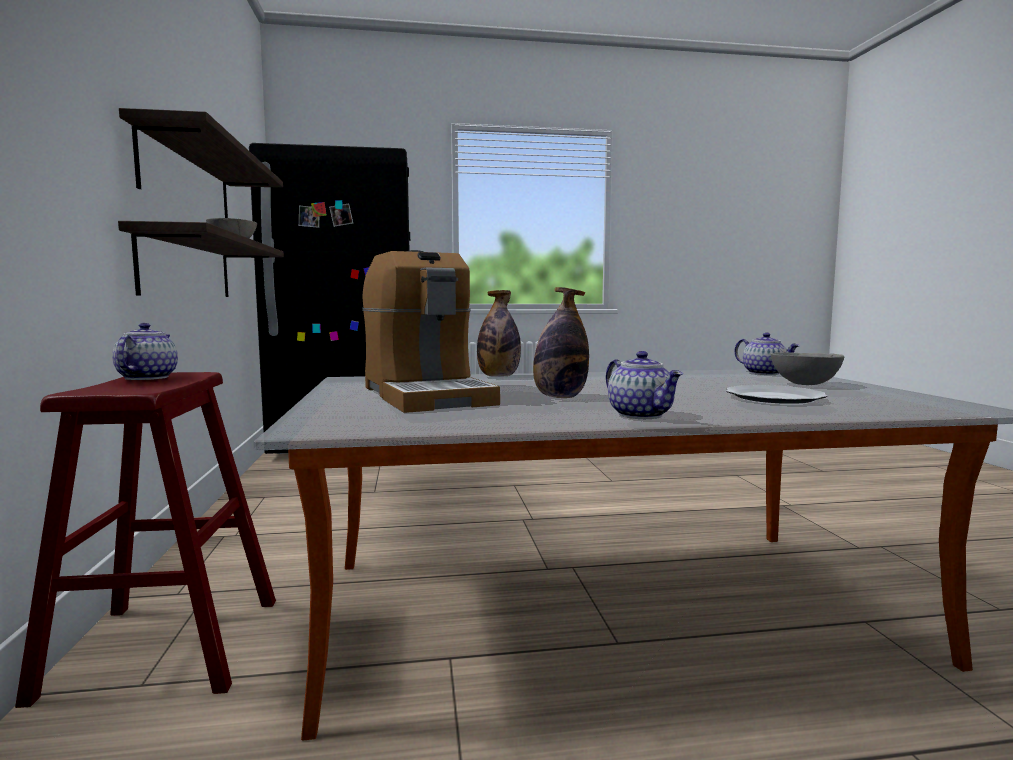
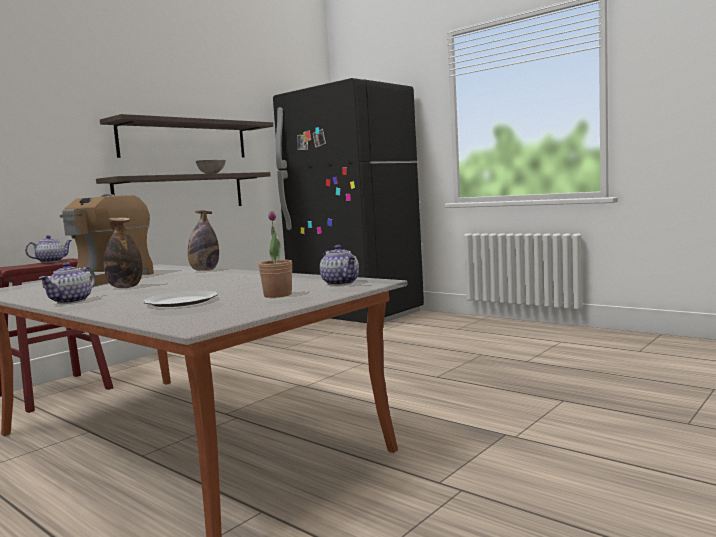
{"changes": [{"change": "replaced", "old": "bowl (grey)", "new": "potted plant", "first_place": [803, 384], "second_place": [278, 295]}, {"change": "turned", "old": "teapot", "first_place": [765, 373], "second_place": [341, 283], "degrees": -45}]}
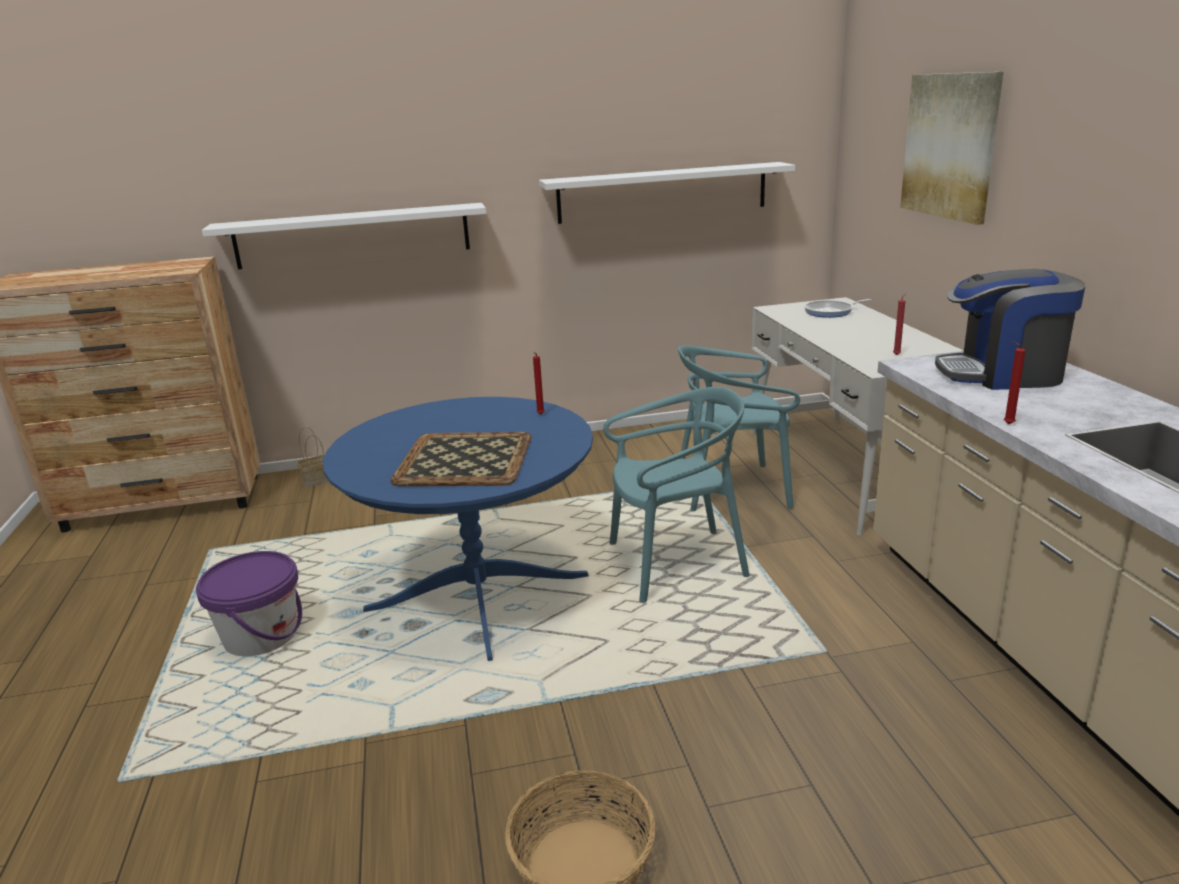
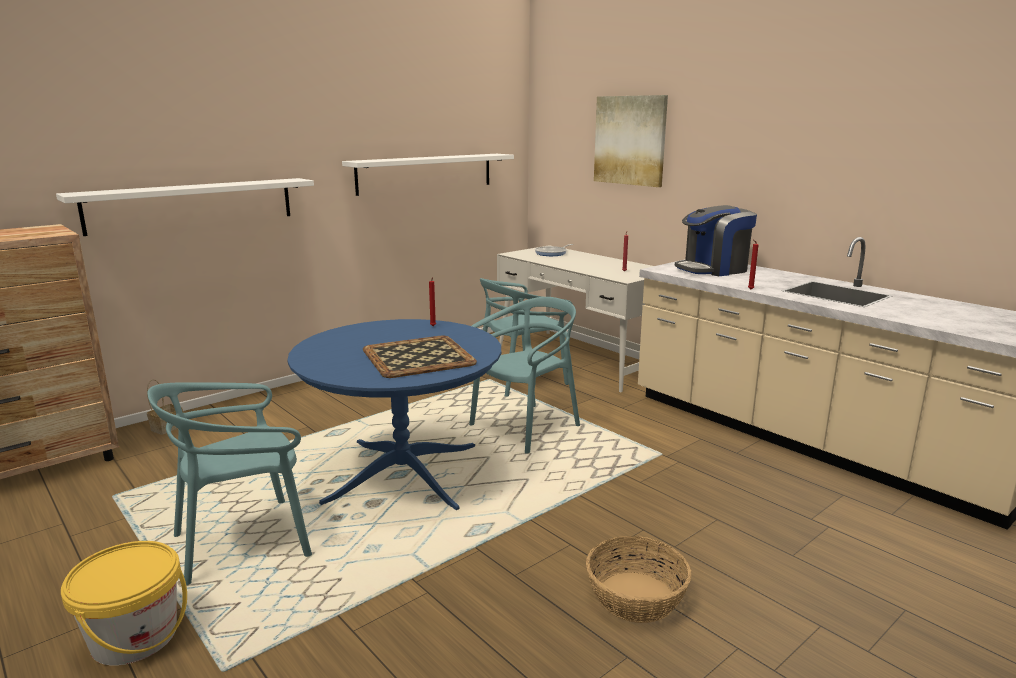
{"changes": [{"change": "added", "new": "bucket (yellow)", "second_place": [135, 637]}, {"change": "replaced", "old": "bucket (purple)", "new": "chair (turquoise)", "first_place": [261, 636], "second_place": [243, 542]}]}
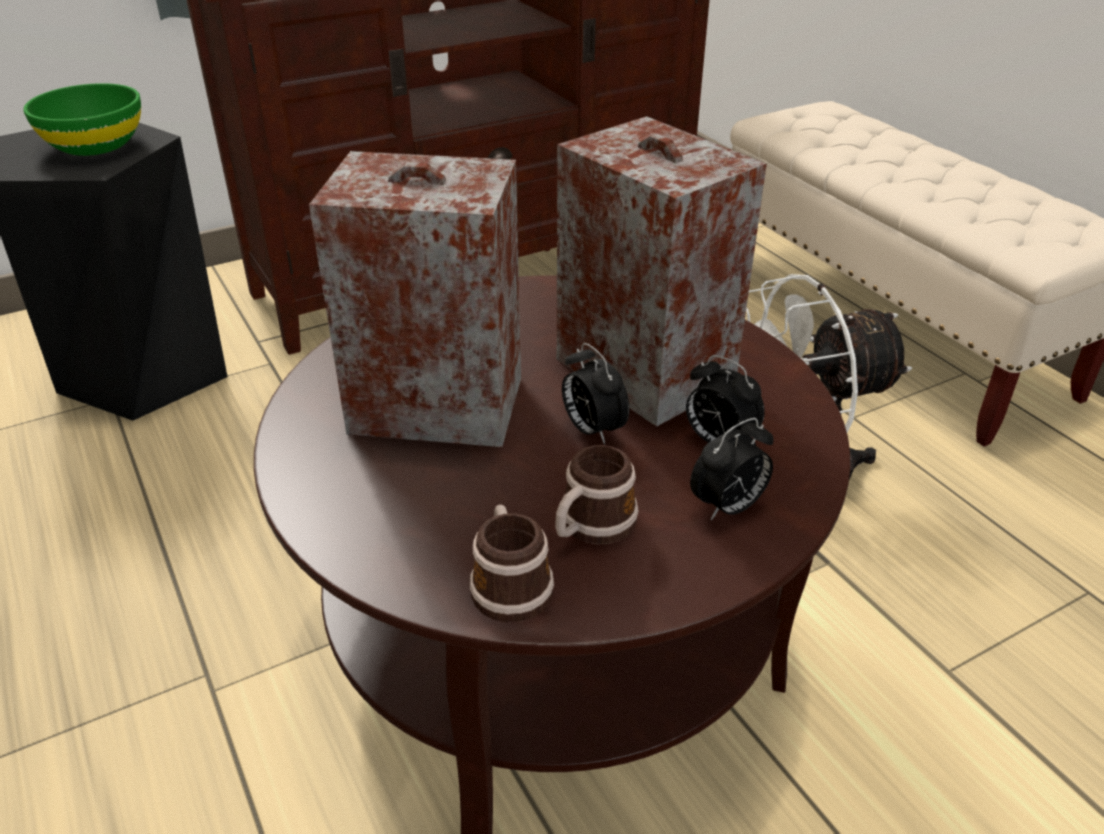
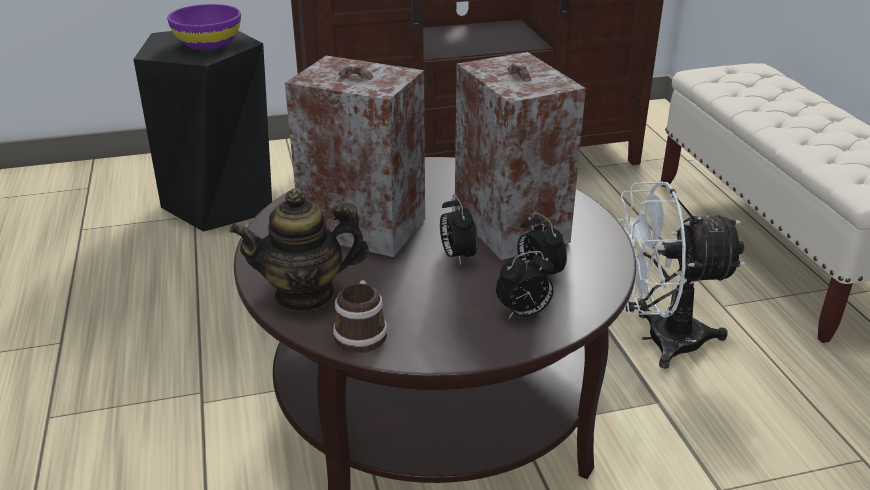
{"changes": [{"change": "recoloured", "old": "bowl (green)", "new": "bowl (purple)", "first_place": [95, 145], "second_place": [208, 44]}, {"change": "added", "new": "teapot", "second_place": [305, 294]}, {"change": "removed", "old": "mug", "first_place": [590, 527]}]}
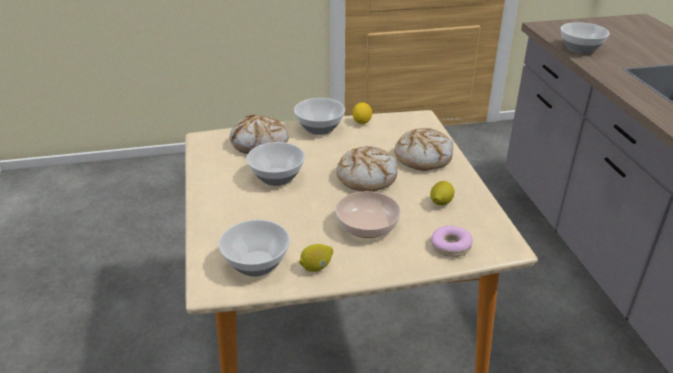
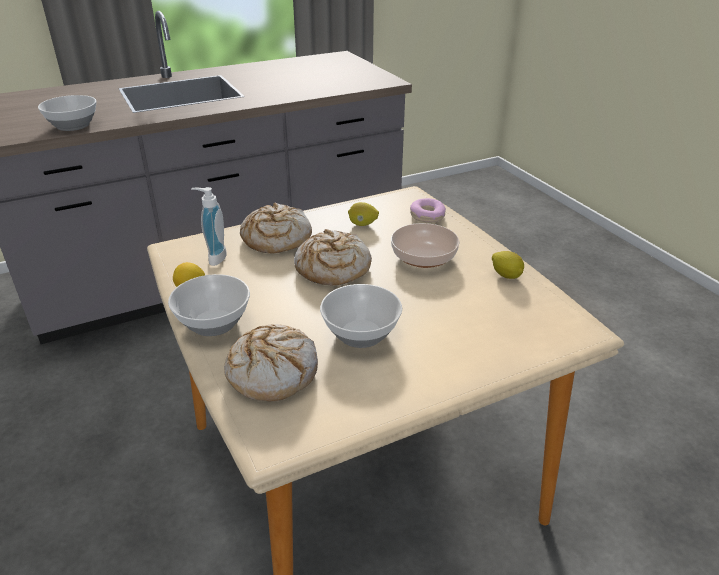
{"changes": [{"change": "added", "new": "soap dispenser", "second_place": [214, 257]}, {"change": "removed", "old": "bowl", "first_place": [256, 264]}]}
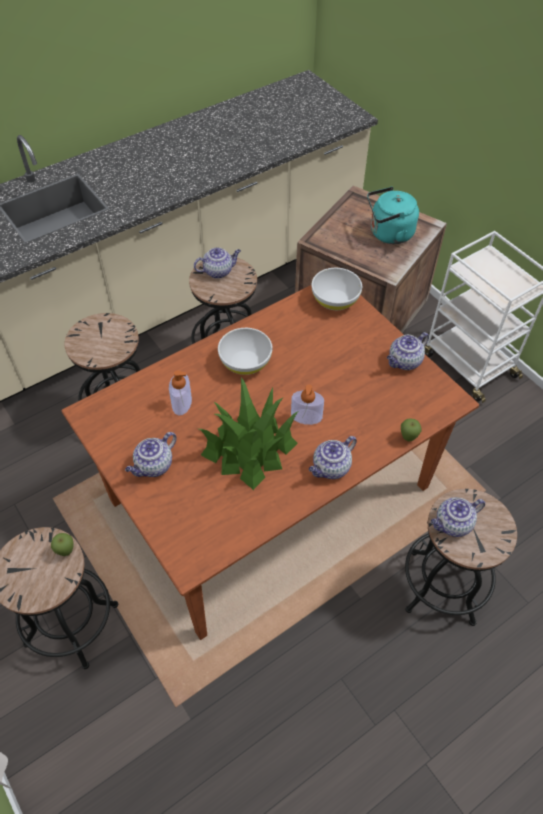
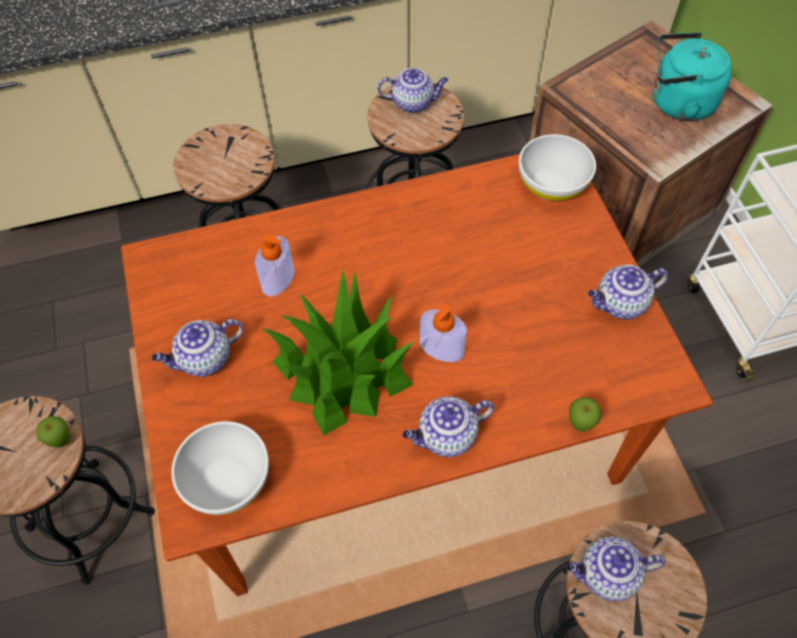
{"changes": [{"change": "moved", "old": "bowl (white)", "first_place": [245, 362], "second_place": [227, 479]}]}
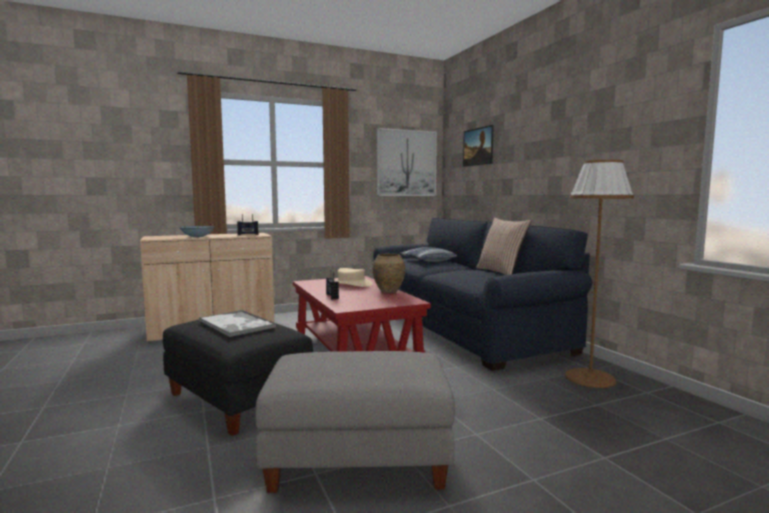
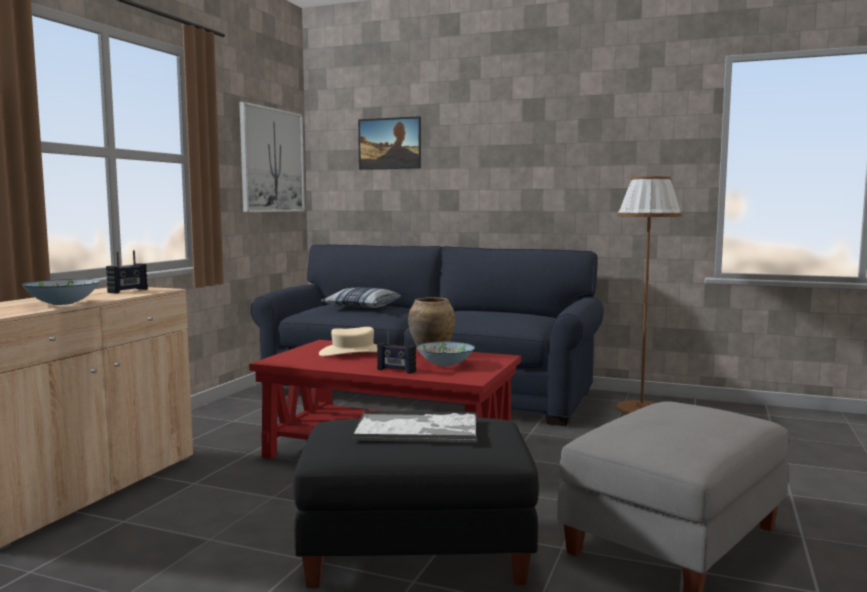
{"changes": [{"change": "added", "new": "bowl", "second_place": [445, 364]}, {"change": "removed", "old": "pillow", "first_place": [501, 272]}]}
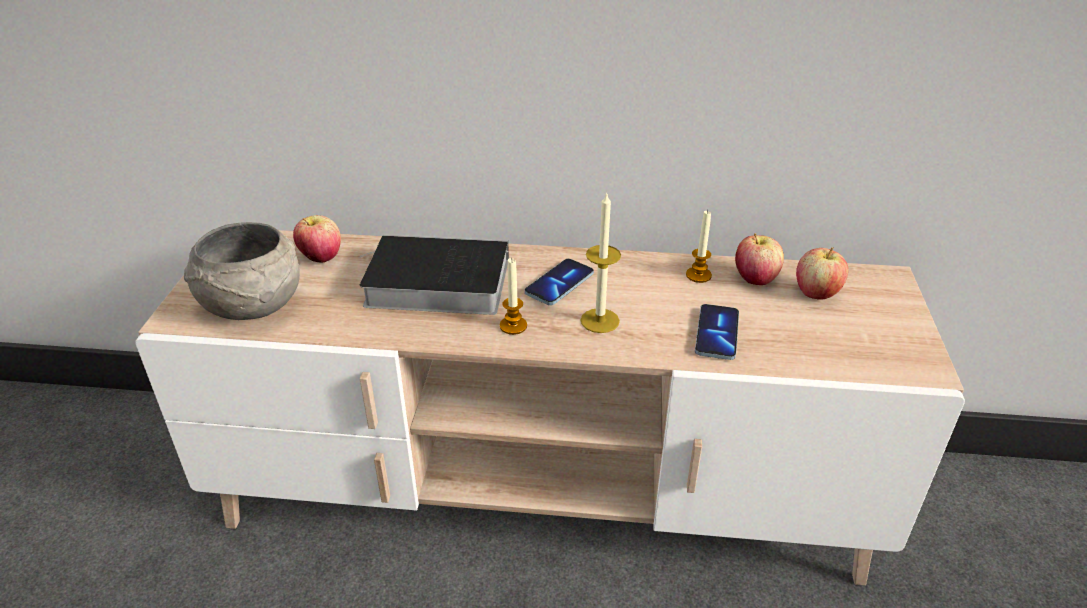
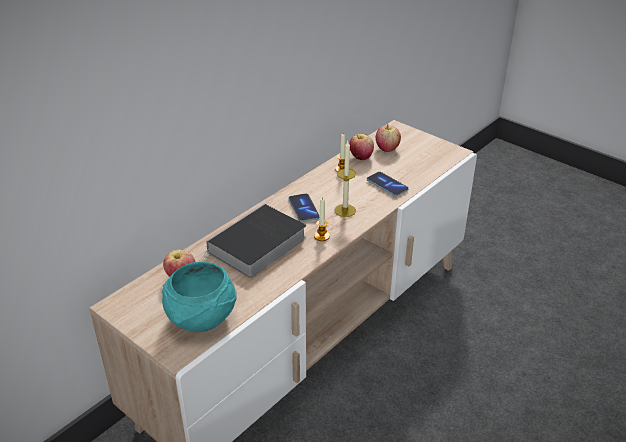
{"changes": [{"change": "recoloured", "old": "bowl (grey)", "new": "bowl (turquoise)", "first_place": [251, 305], "second_place": [201, 318]}]}
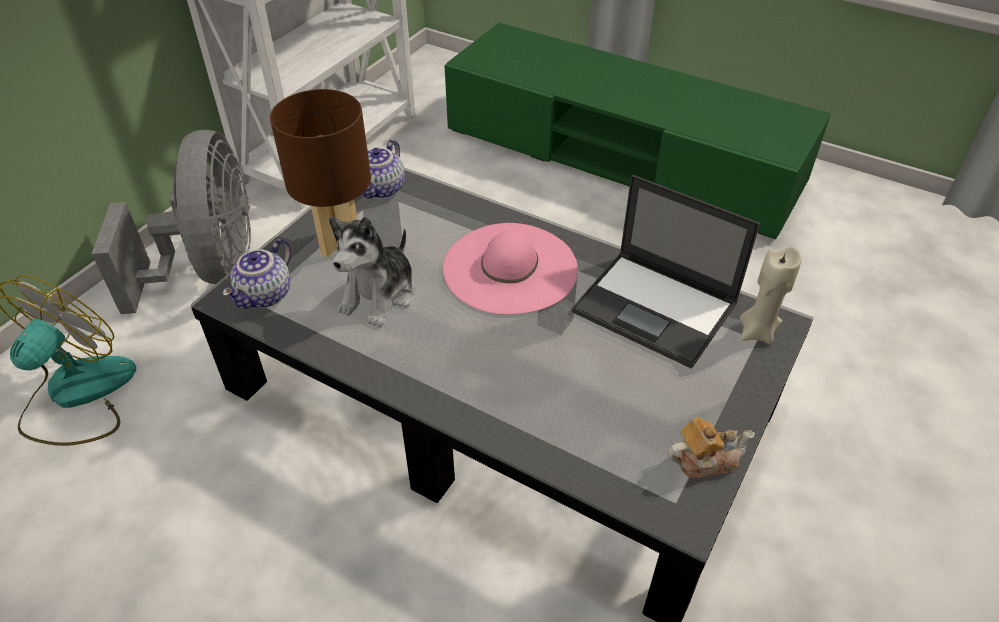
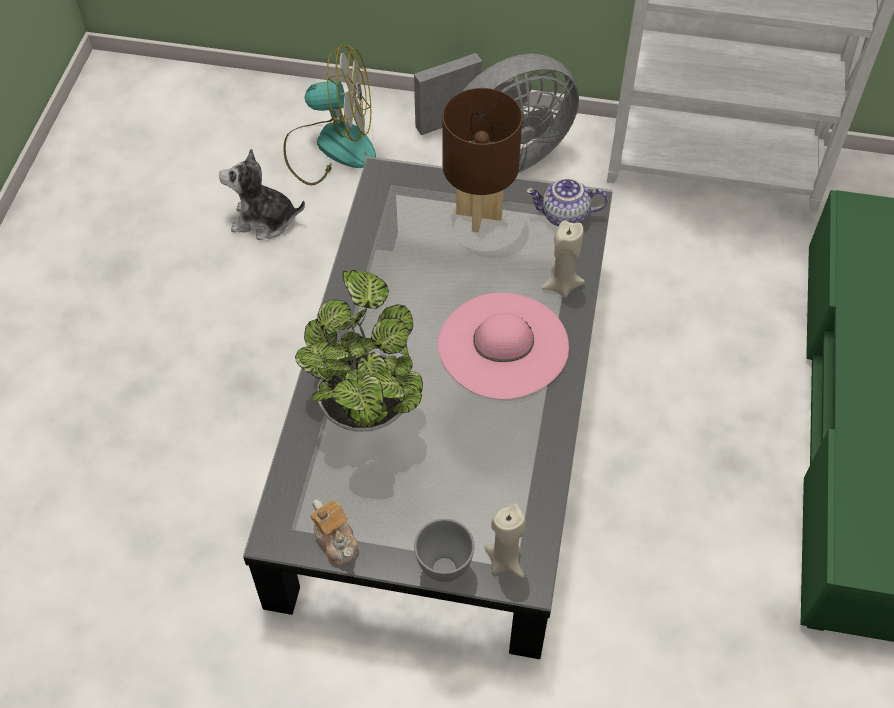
{"changes": [{"change": "moved", "old": "plush toy", "first_place": [380, 295], "second_place": [264, 220]}, {"change": "added", "new": "potted plant", "second_place": [365, 403]}, {"change": "added", "new": "bowl (grey)", "second_place": [444, 568]}, {"change": "added", "new": "candle (beige)", "second_place": [561, 285]}, {"change": "removed", "old": "teapot", "first_place": [266, 296]}, {"change": "removed", "old": "laptop", "first_place": [656, 308]}]}
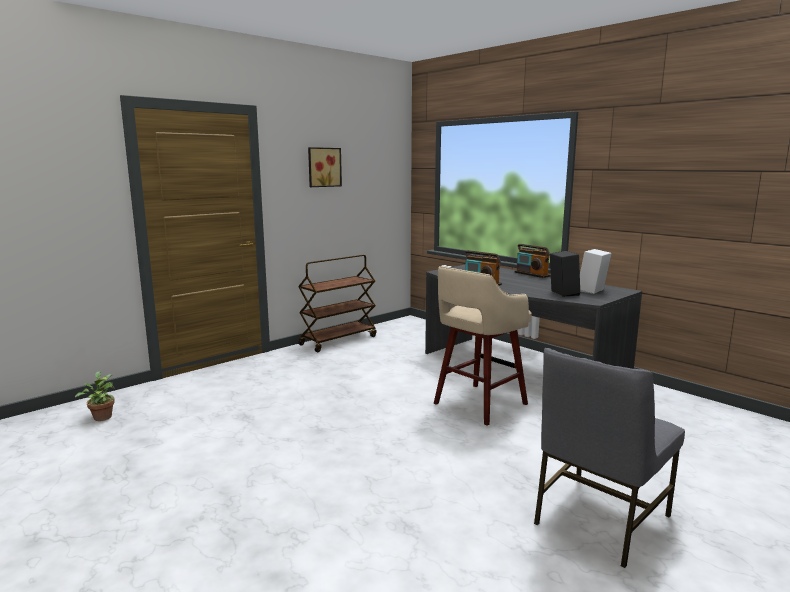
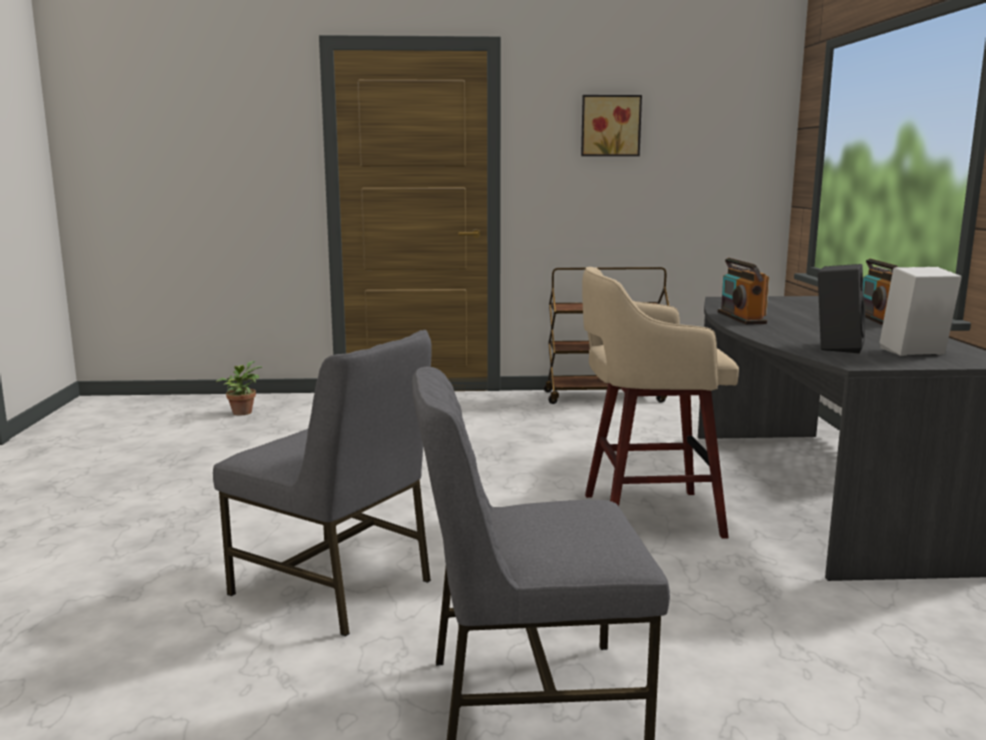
{"changes": [{"change": "added", "new": "chair (grey)", "second_place": [335, 587]}]}
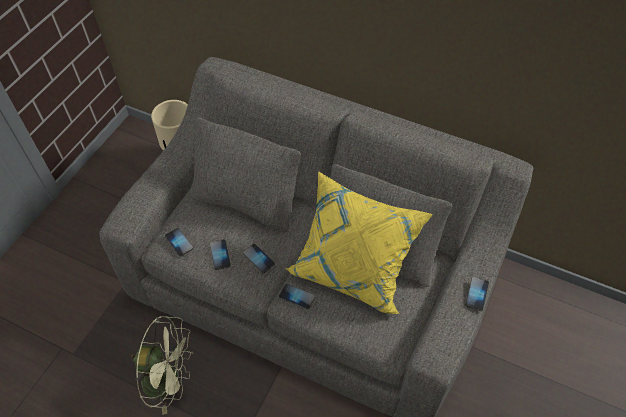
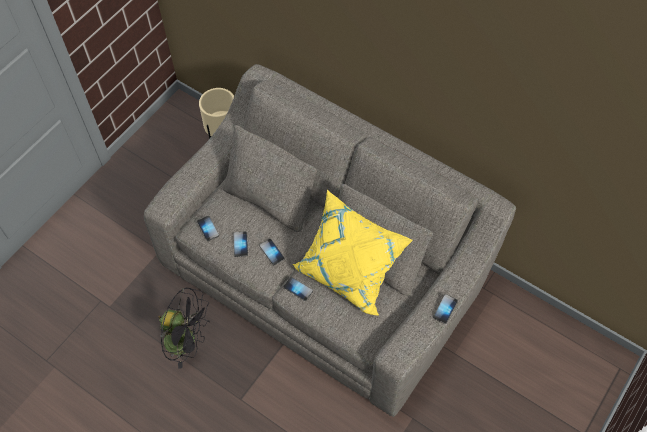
{"changes": [{"change": "recoloured", "old": "fan (green)", "new": "fan (black)", "first_place": [169, 380], "second_place": [187, 341]}]}
